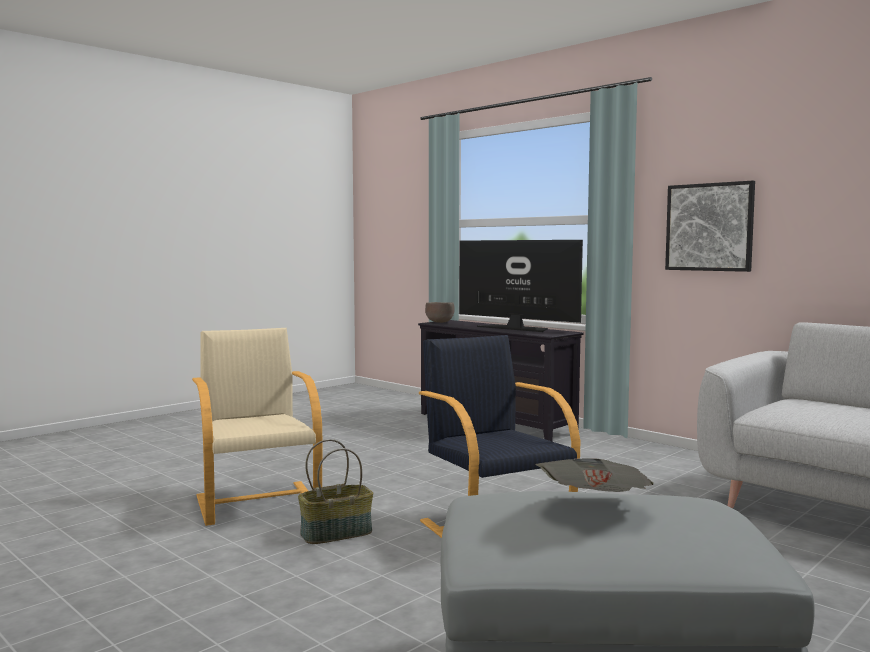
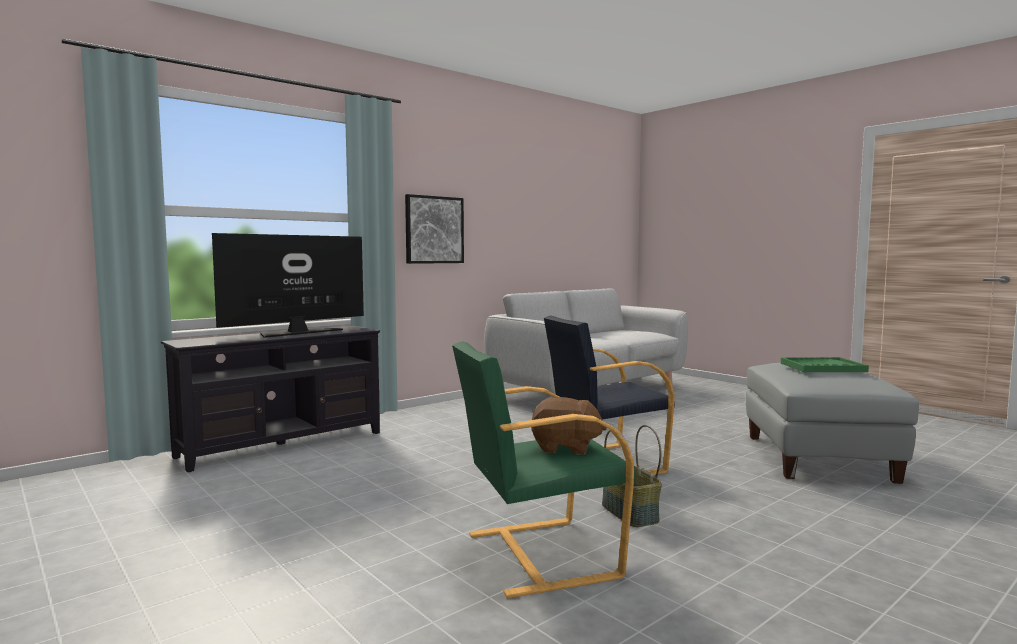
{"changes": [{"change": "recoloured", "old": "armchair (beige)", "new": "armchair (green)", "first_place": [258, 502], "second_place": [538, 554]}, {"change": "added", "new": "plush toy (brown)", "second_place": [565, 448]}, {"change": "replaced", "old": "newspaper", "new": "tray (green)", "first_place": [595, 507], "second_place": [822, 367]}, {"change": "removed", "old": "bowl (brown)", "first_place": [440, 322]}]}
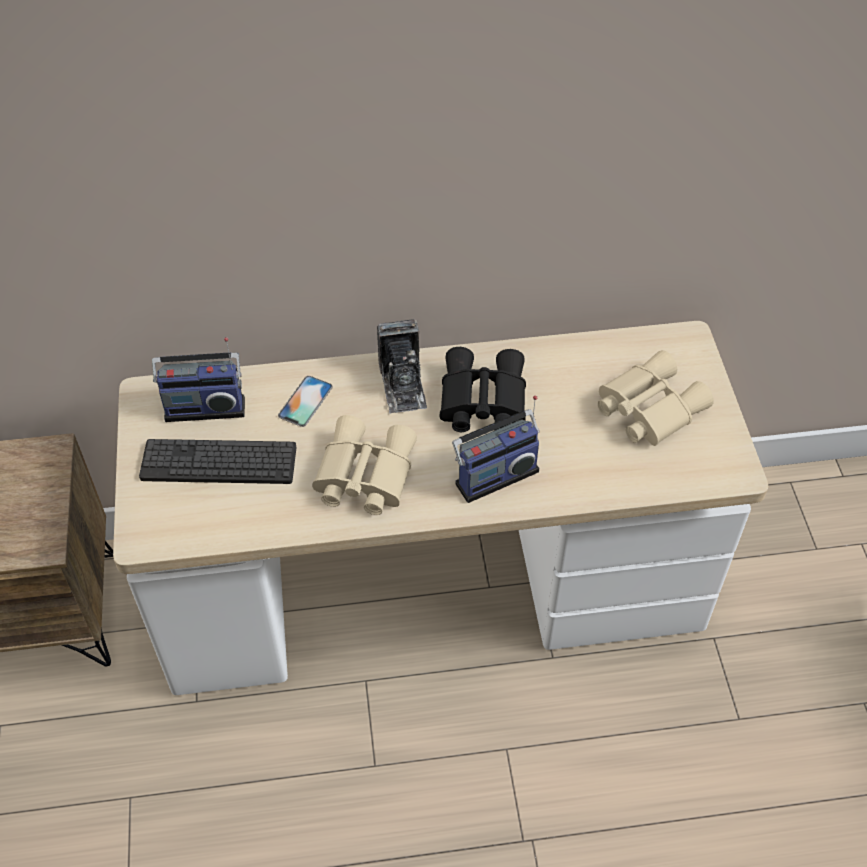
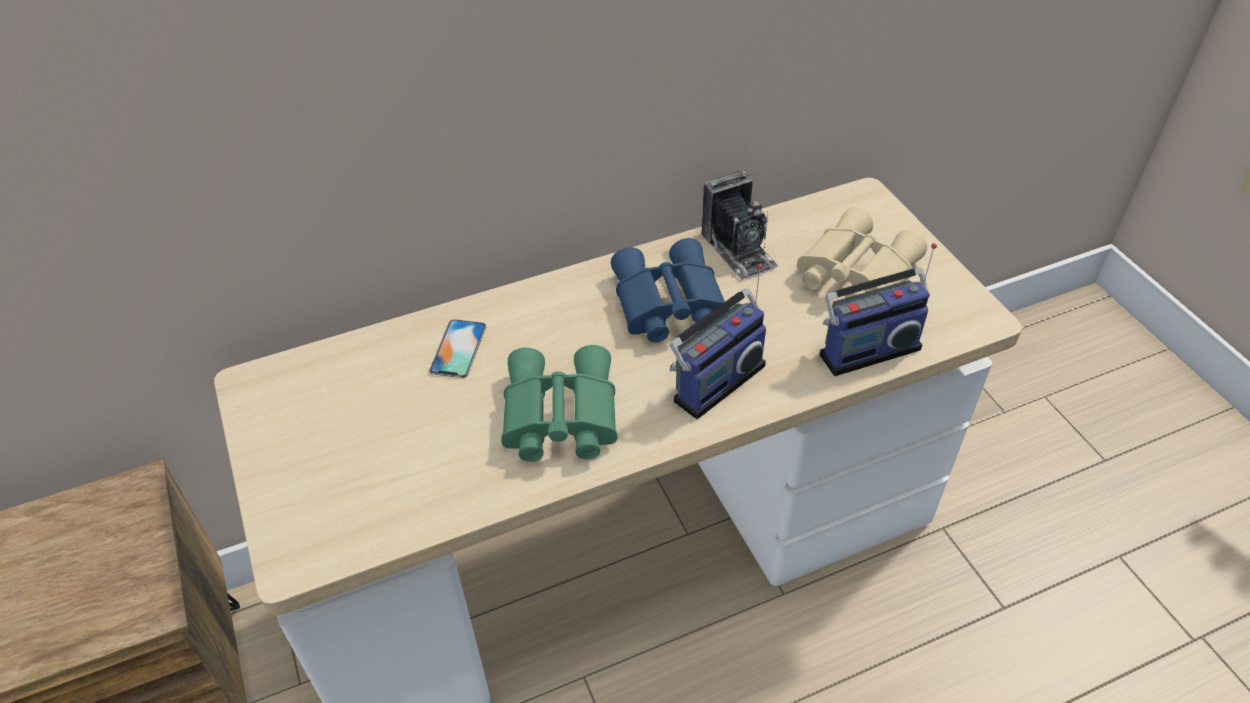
{"changes": [{"change": "recoloured", "old": "binoculars (beige)", "new": "binoculars (green)", "first_place": [362, 475], "second_place": [557, 417]}, {"change": "recoloured", "old": "binoculars (black)", "new": "binoculars (blue)", "first_place": [480, 401], "second_place": [666, 305]}, {"change": "moved", "old": "photo camera", "first_place": [402, 384], "second_place": [738, 249]}, {"change": "moved", "old": "radio", "first_place": [205, 406], "second_place": [866, 348]}, {"change": "removed", "old": "keyboard", "first_place": [219, 462]}]}
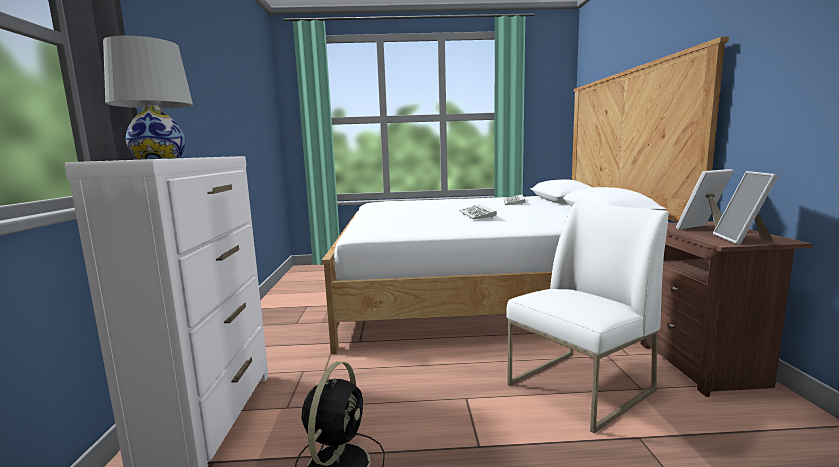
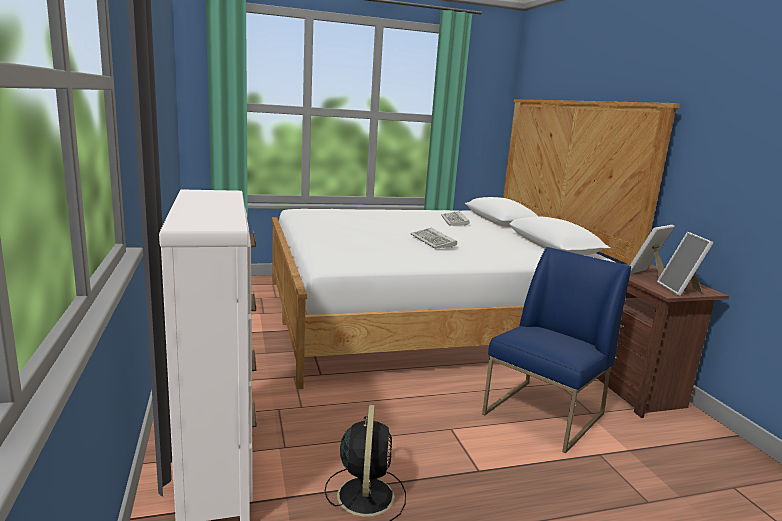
{"changes": [{"change": "recoloured", "old": "chair (white)", "new": "chair (blue)", "first_place": [580, 388], "second_place": [544, 415]}, {"change": "removed", "old": "table lamp (white)", "first_place": [159, 158]}]}
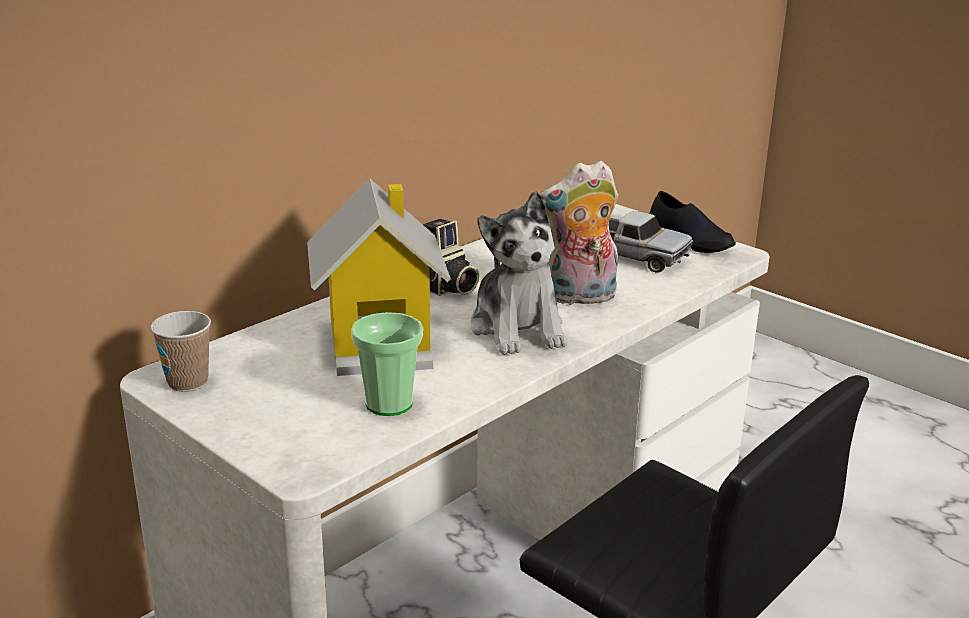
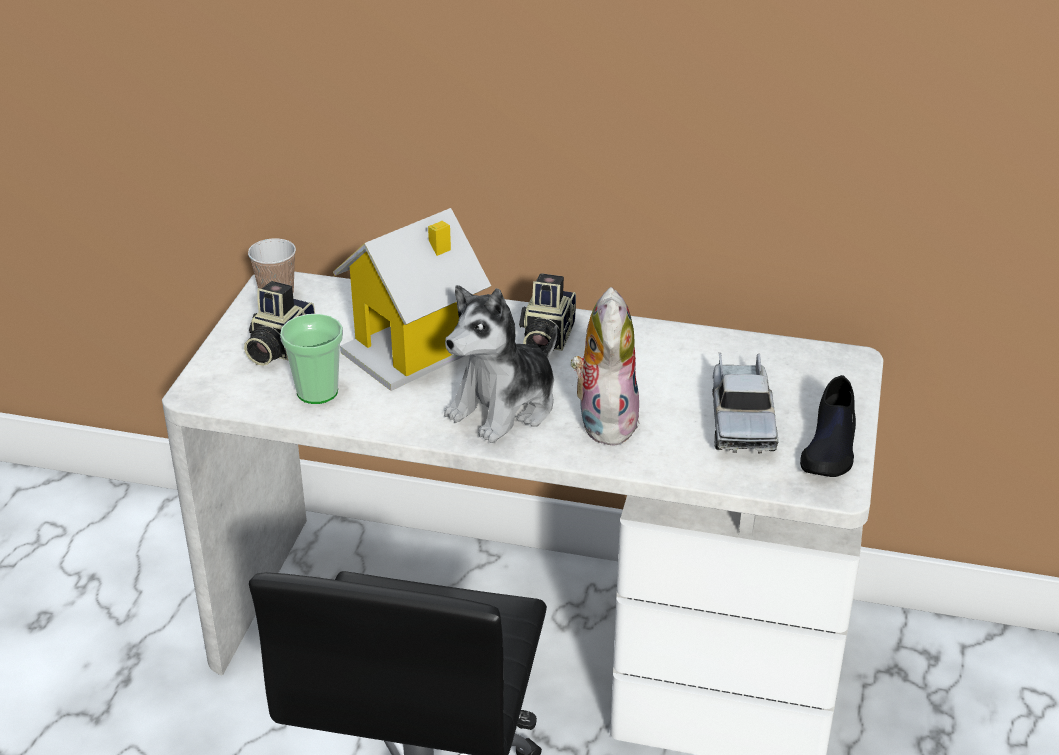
{"changes": [{"change": "added", "new": "photo camera", "second_place": [278, 347]}, {"change": "turned", "old": "plush toy", "first_place": [579, 298], "second_place": [603, 420], "degrees": 45}]}
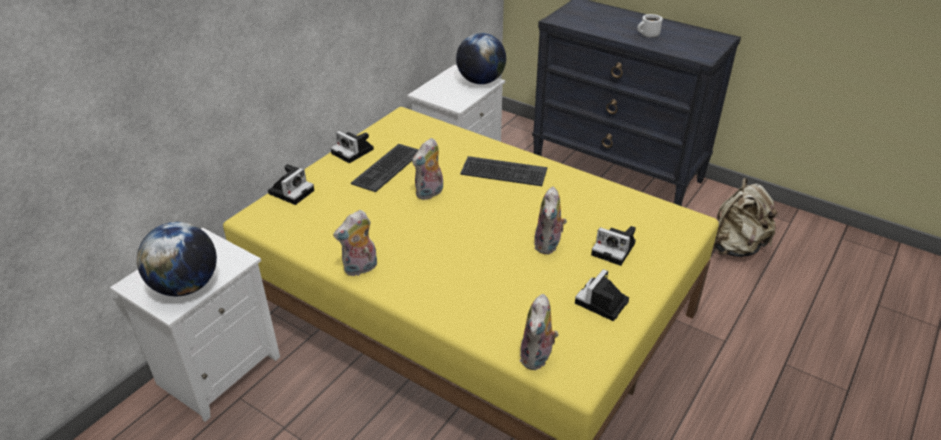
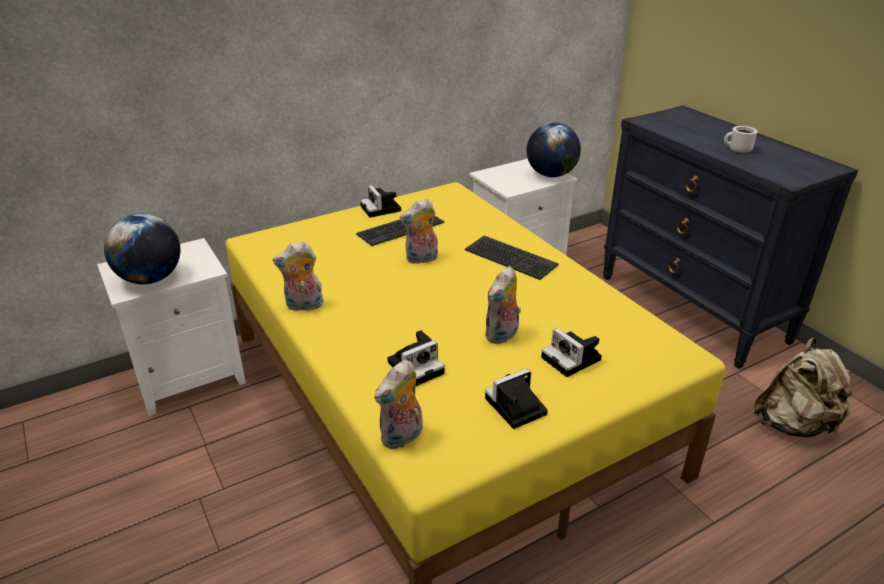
{"changes": [{"change": "moved", "old": "photo camera", "first_place": [292, 191], "second_place": [417, 366]}]}
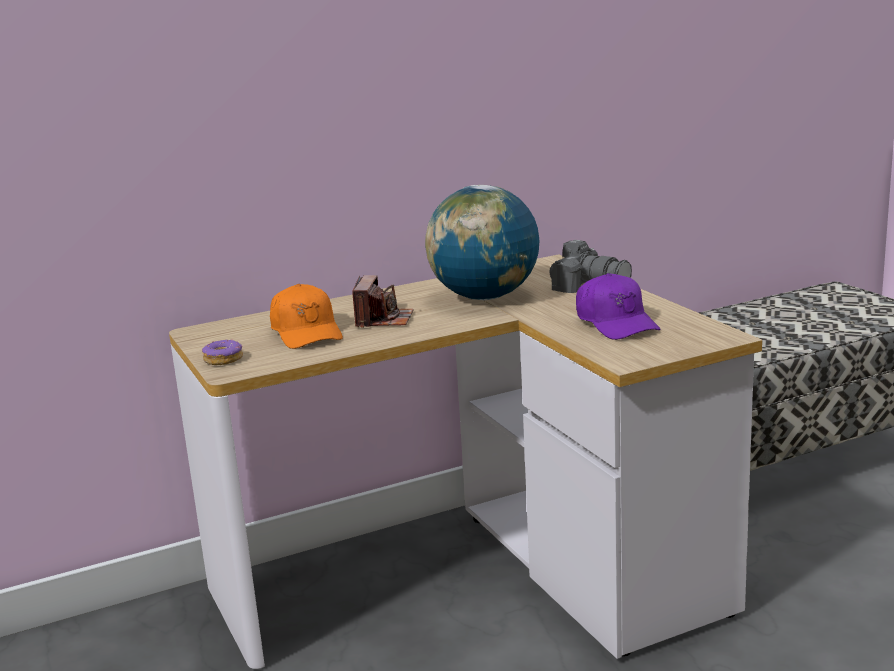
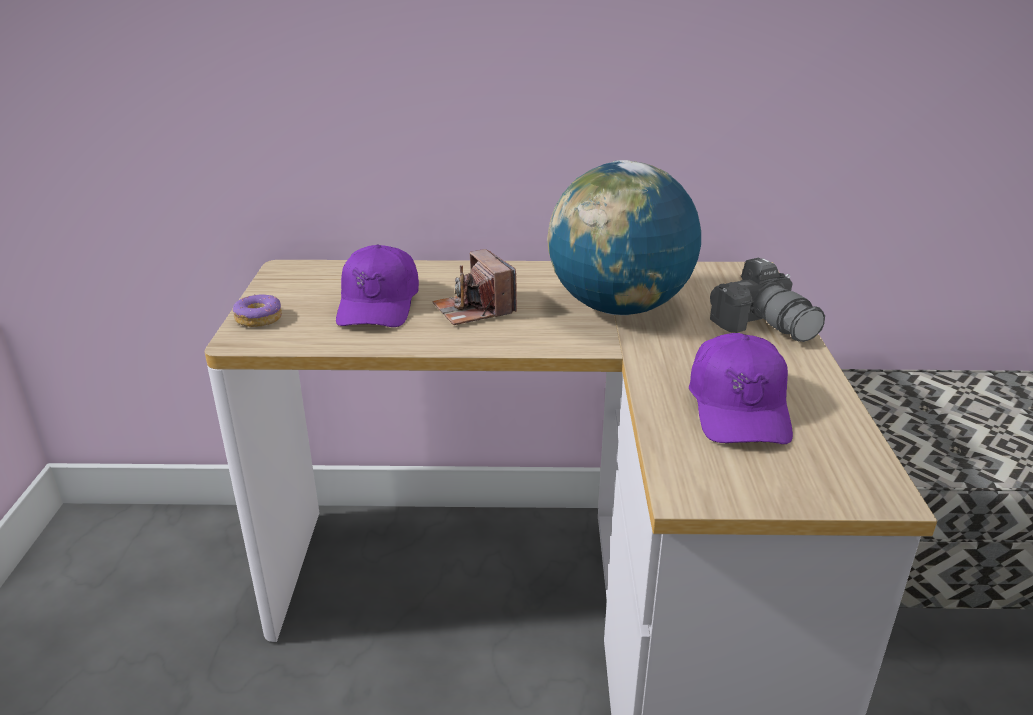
{"changes": [{"change": "recoloured", "old": "cap (orange)", "new": "cap (purple)", "first_place": [306, 332], "second_place": [379, 304]}, {"change": "turned", "old": "photo camera", "first_place": [383, 320], "second_place": [474, 309], "degrees": 120}]}
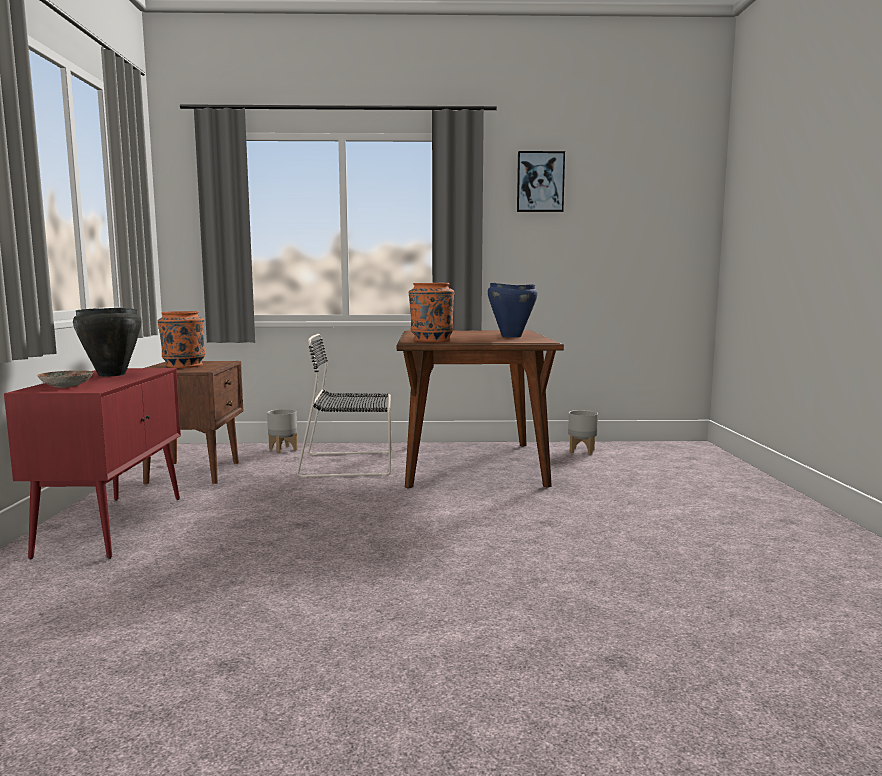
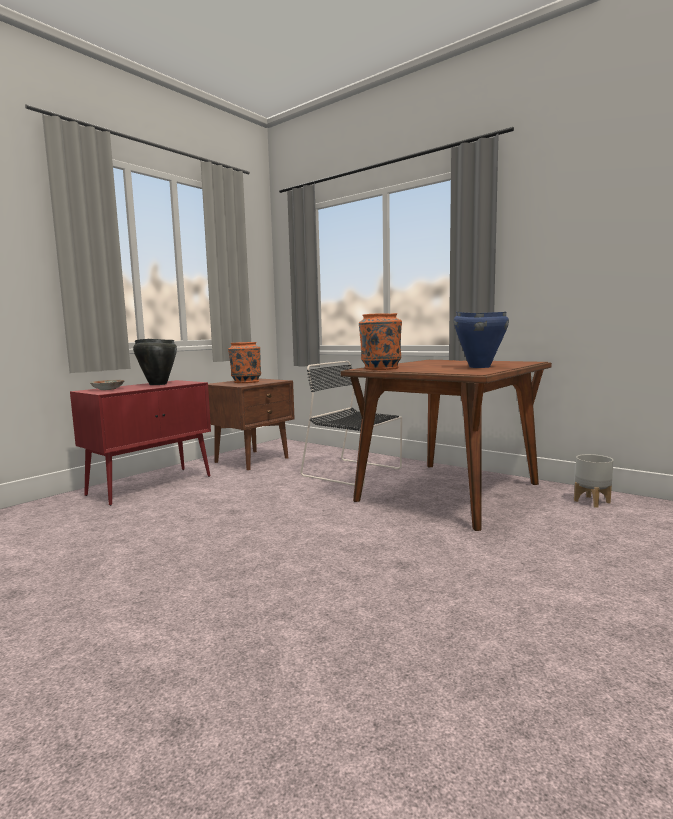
{"changes": [{"change": "removed", "old": "planter (grey)", "first_place": [282, 449]}, {"change": "removed", "old": "picture", "first_place": [540, 182]}]}
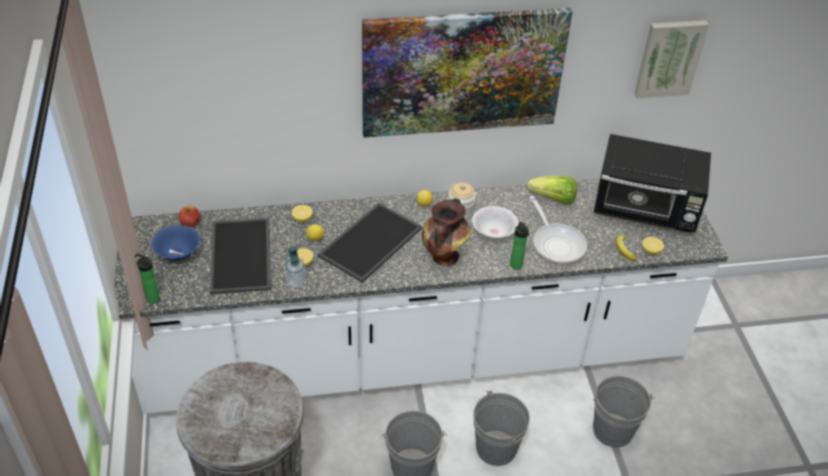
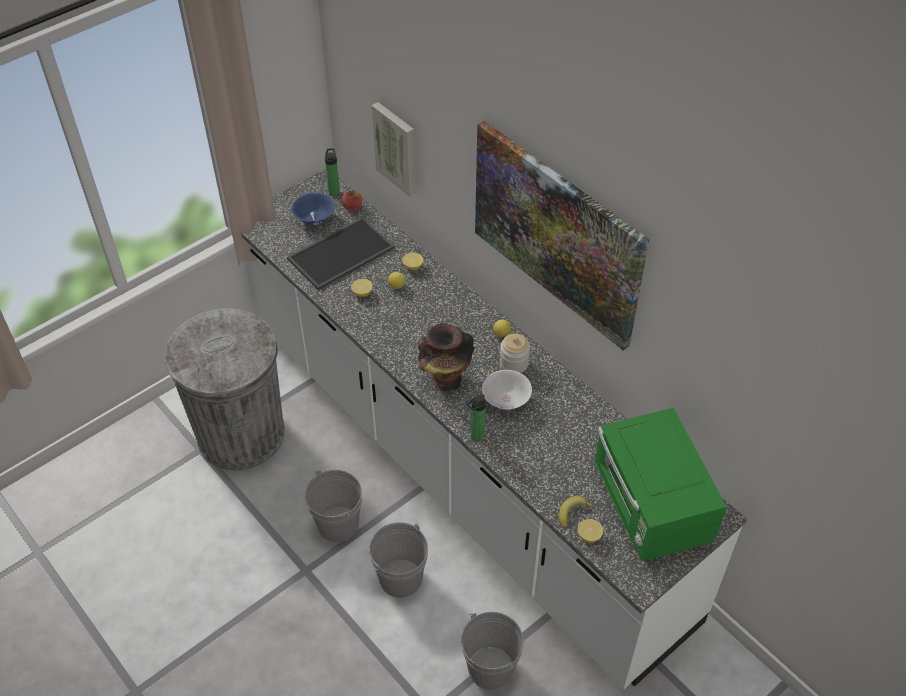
{"changes": [{"change": "moved", "old": "bottle", "first_place": [151, 298], "second_place": [334, 191]}, {"change": "moved", "old": "picture", "first_place": [669, 57], "second_place": [397, 148]}, {"change": "recoloured", "old": "microwave (black)", "new": "microwave (green)", "first_place": [646, 210], "second_place": [650, 508]}, {"change": "removed", "old": "soap dispenser", "first_place": [296, 282]}, {"change": "removed", "old": "tray", "first_place": [370, 241]}, {"change": "removed", "old": "lettuce", "first_place": [553, 199]}, {"change": "removed", "old": "frying pan", "first_place": [556, 244]}]}
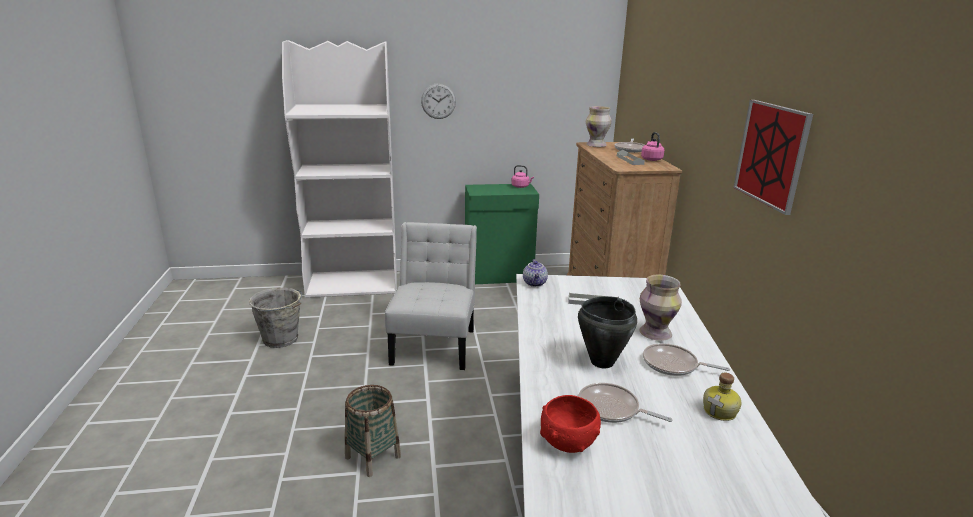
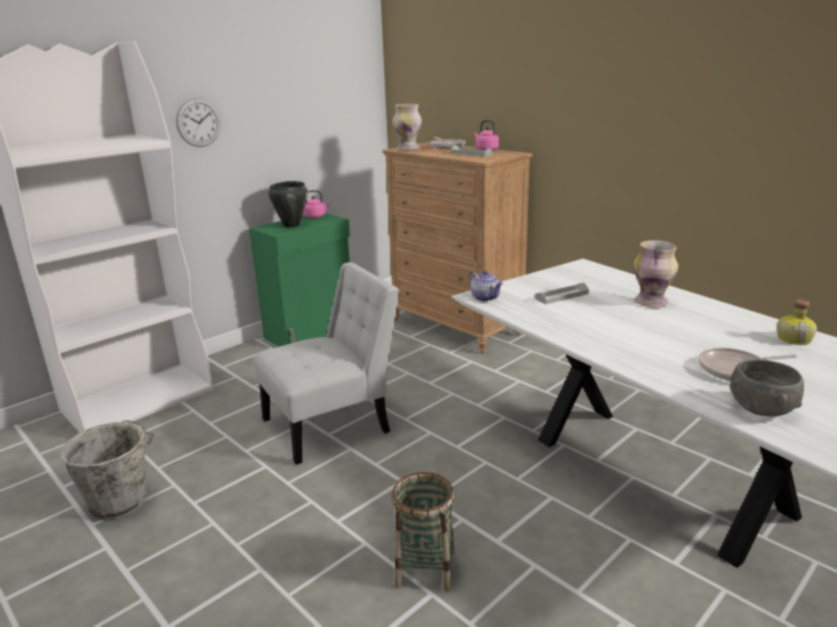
{"changes": [{"change": "turned", "old": "chair (white)", "first_place": [434, 344], "second_place": [333, 423], "degrees": 90}, {"change": "moved", "old": "cooking pot (black)", "first_place": [601, 362], "second_place": [291, 225]}, {"change": "recoloured", "old": "bowl (red)", "new": "bowl (grey)", "first_place": [568, 442], "second_place": [761, 409]}, {"change": "removed", "old": "frying pan", "first_place": [673, 365]}, {"change": "removed", "old": "picture", "first_place": [771, 154]}]}
